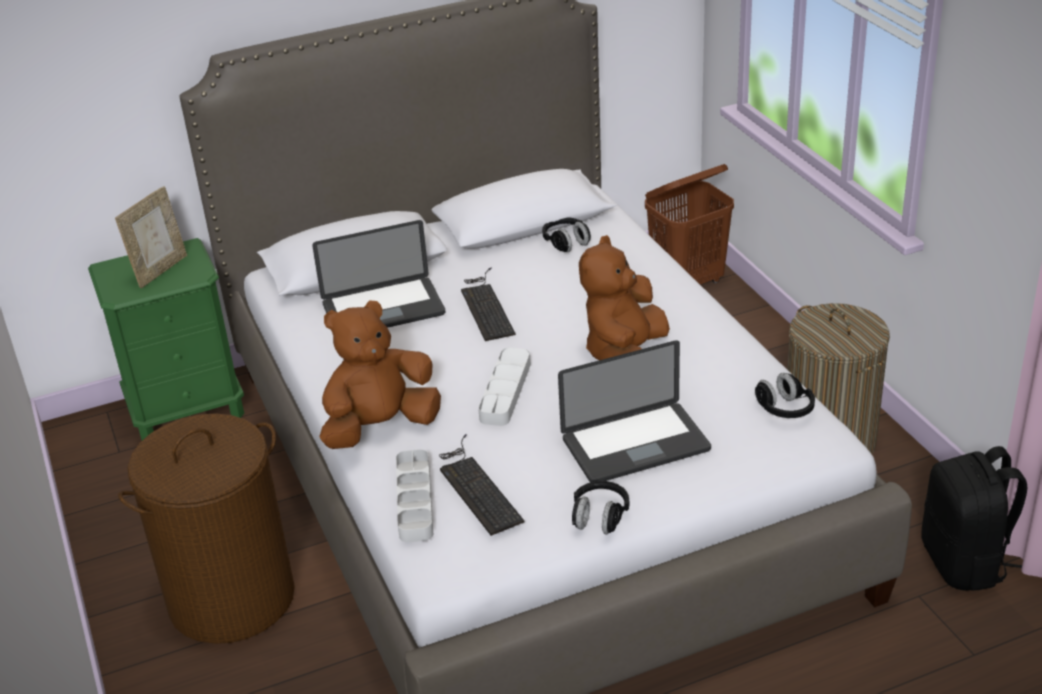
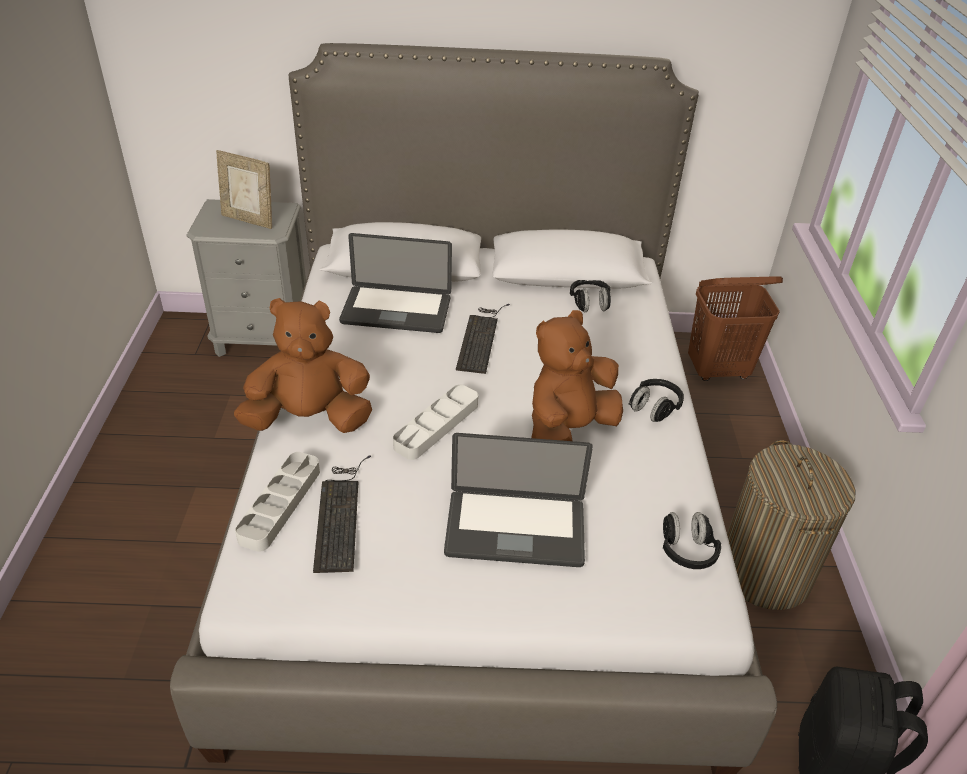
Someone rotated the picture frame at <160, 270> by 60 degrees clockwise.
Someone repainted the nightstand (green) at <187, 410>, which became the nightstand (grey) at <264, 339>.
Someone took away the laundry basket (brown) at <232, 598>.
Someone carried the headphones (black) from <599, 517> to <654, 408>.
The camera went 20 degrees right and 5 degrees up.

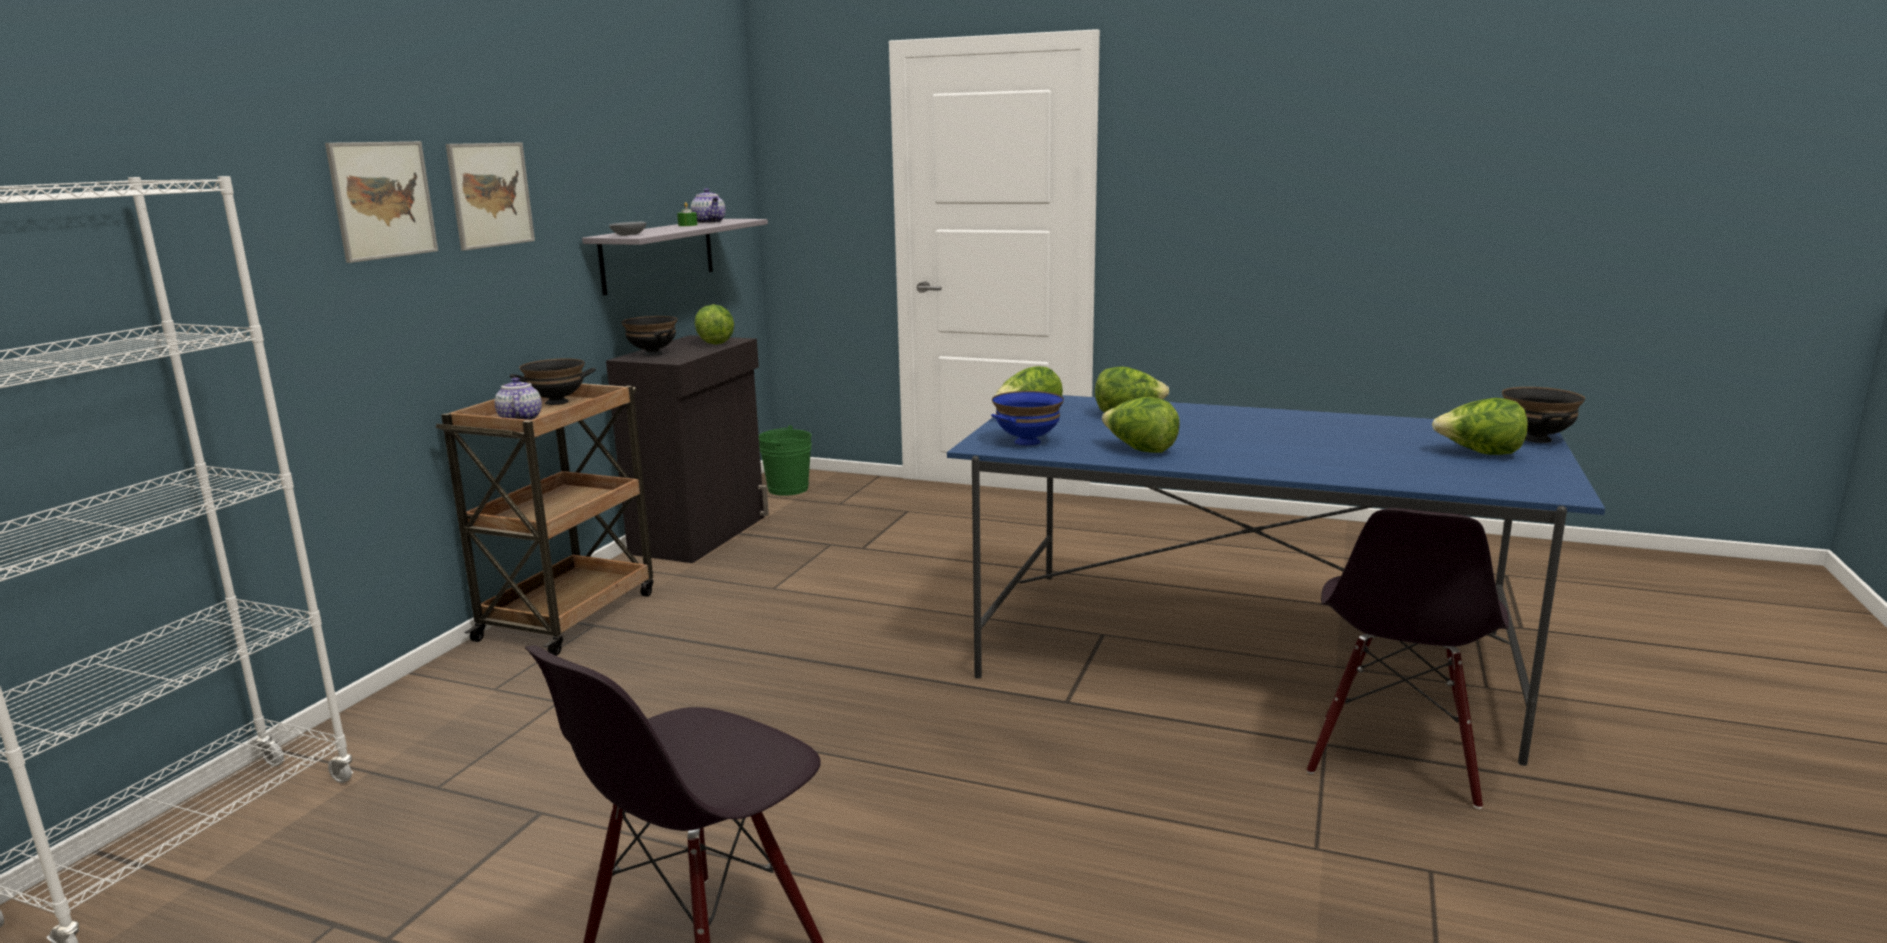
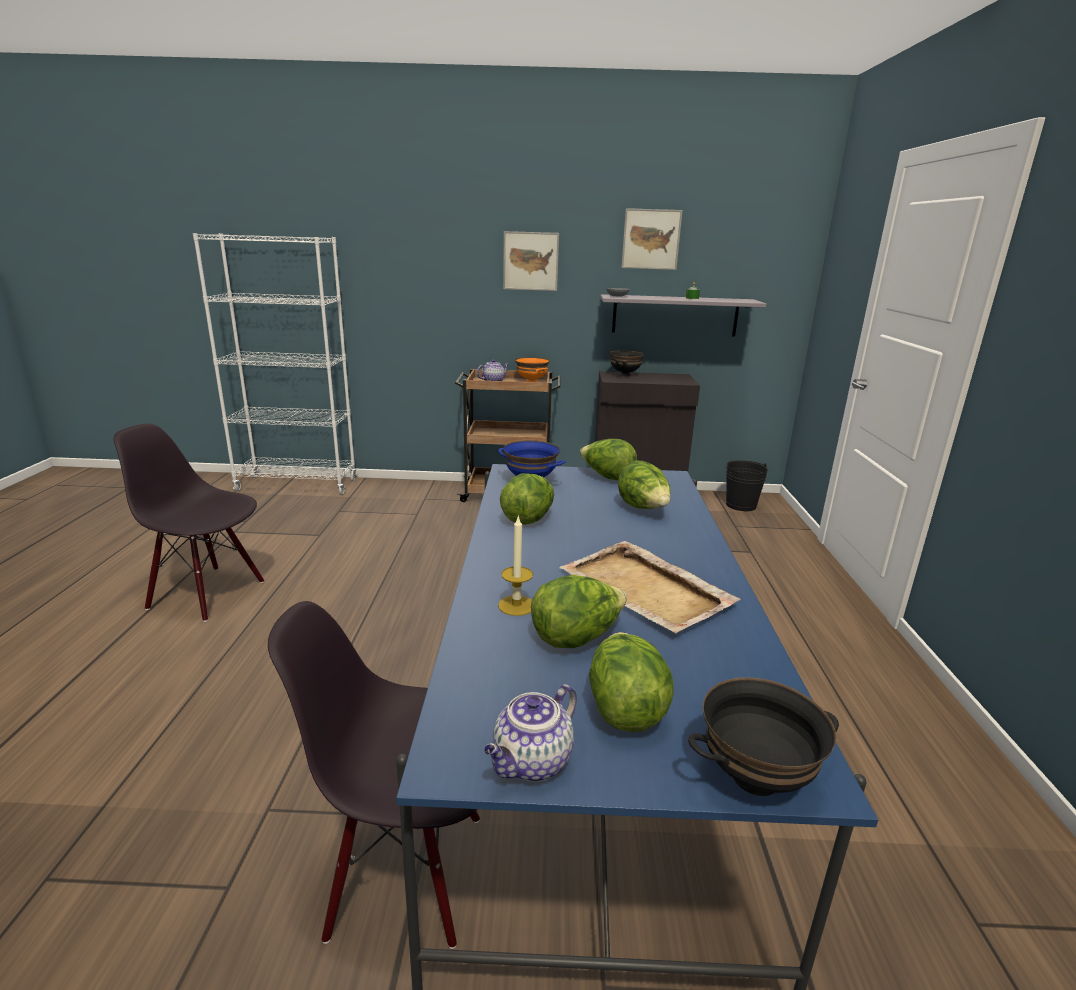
Someone carried the picture from <382, 200> to <651, 239>.
Someone carried the teapot from <710, 222> to <532, 763>.
Someone carried the lettuce from <715, 343> to <576, 637>.
Someone repainted the bowl (black) at <557, 402>, which became the bowl (orange) at <532, 381>.
Someone repainted the bucket (green) at <788, 489>, which became the bucket (black) at <741, 505>.
Someone put down the candle at <516, 605>.
Someone put down the tray (beige) at <646, 590>.
The camera went 70 degrees right and 5 degrees up.

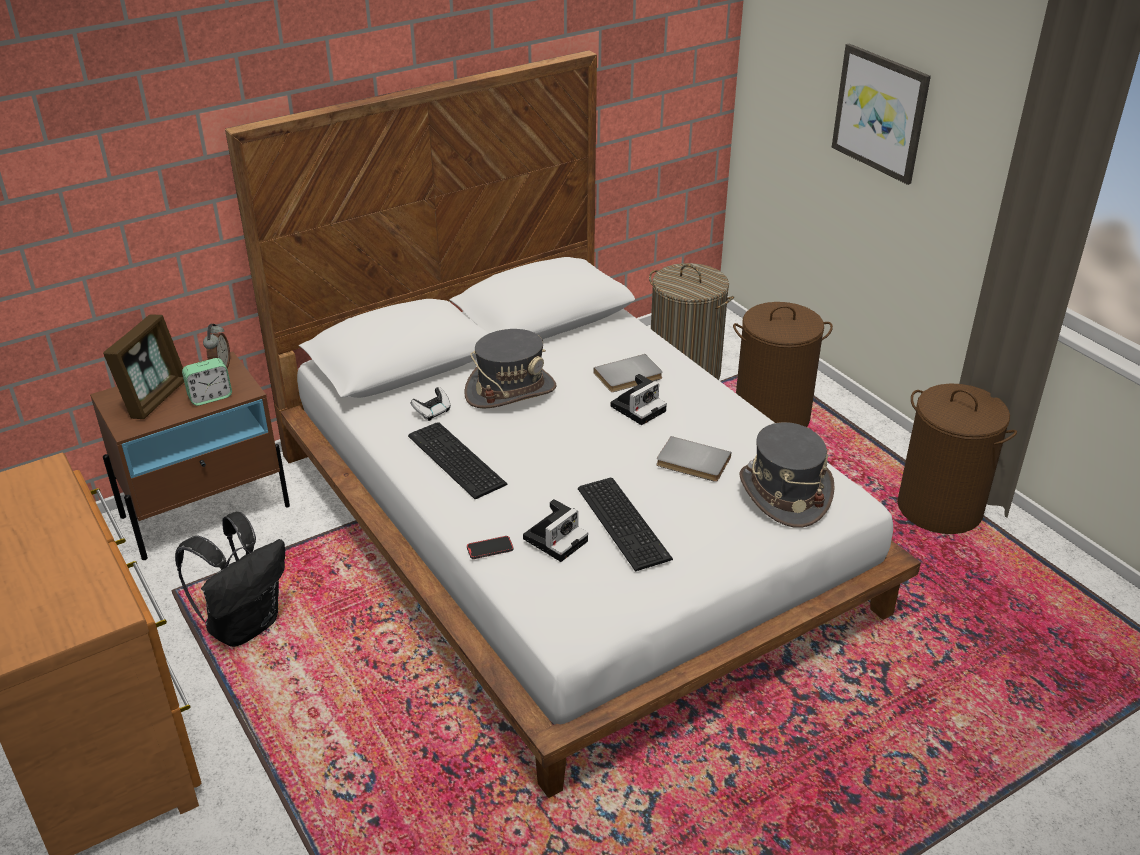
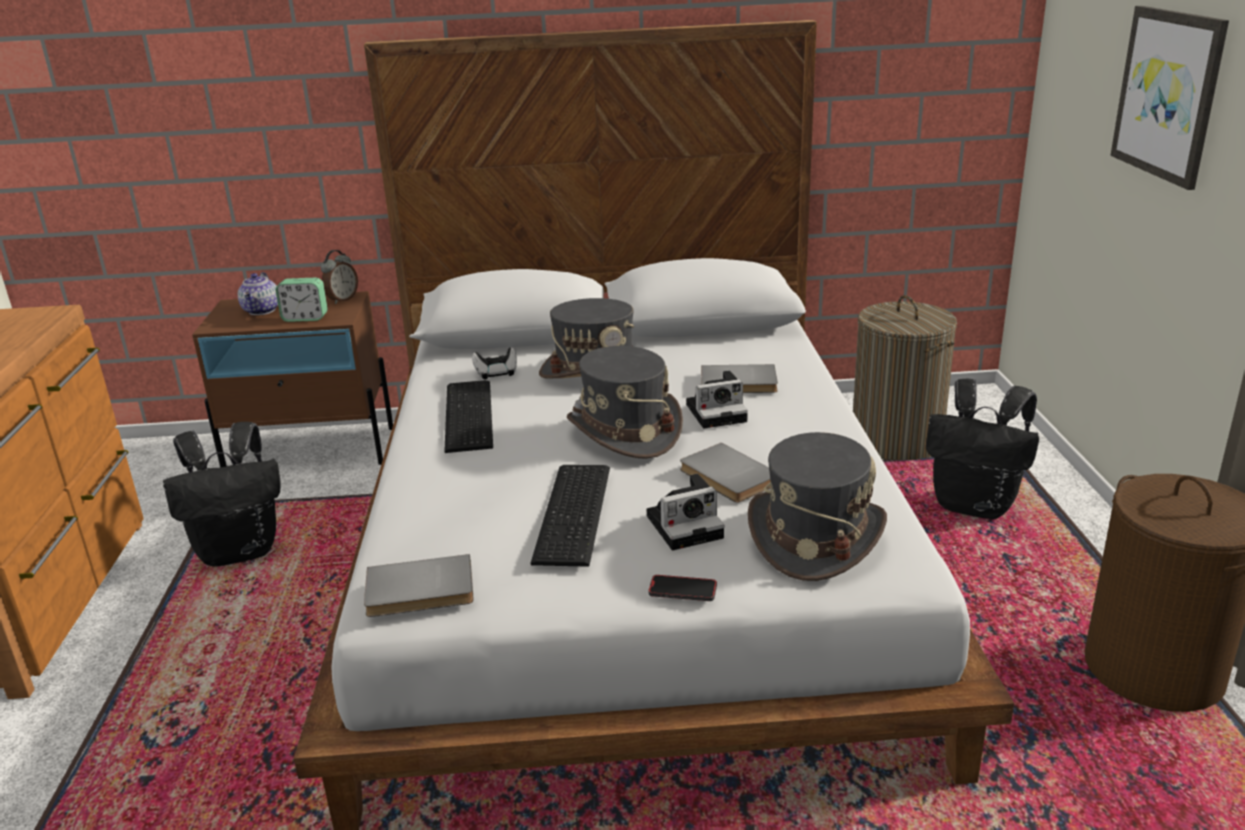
Someone swapped the laundry basket (brown) at <772, 416> for the backpack (black) at <975, 506>.
Someone swapped the picture frame at <155, 398> for the teapot at <262, 311>.
Someone carried the photo camera from <556, 538> to <687, 525>.
Someone carried the phone from <490, 549> to <682, 591>.
Someone put down the hat (grey) at <624, 431>.
Someone put down the book (grey) at <420, 592>.
The camera went 30 degrees right and 10 degrees down.

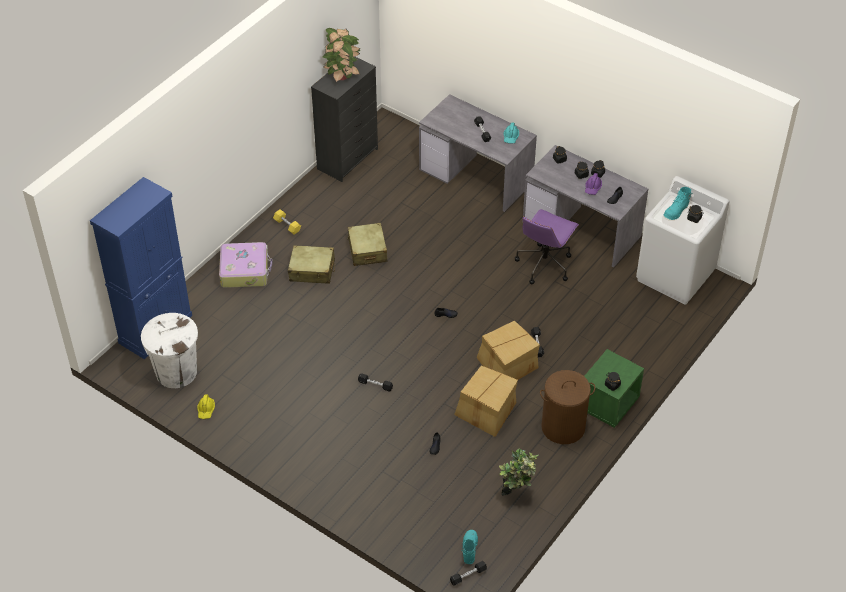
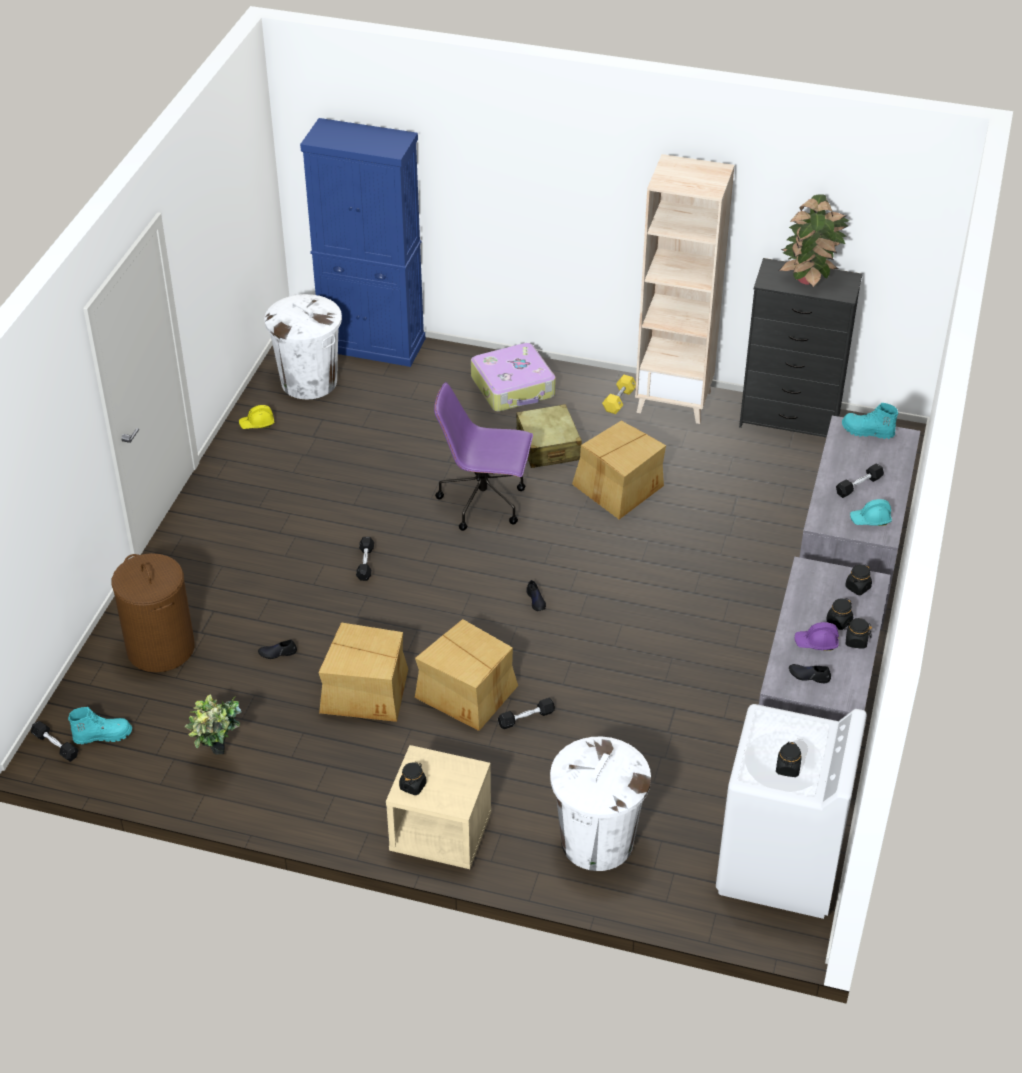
Someone carried the boot (turquoise) from <676, 211> to <867, 432>.
Someone carried the office chair (purple) from <544, 264> to <484, 502>.
Someone swapped the suitcase (beige) at <367, 250> for the cardboard box at <618, 488>.
Someone repainted the nightstand (green) at <608, 404>, which became the nightstand (beige) at <440, 835>.
Someone carried the laundry basket (brown) from <563, 427> to <160, 648>.
Someone put down the bookcase (beige) at <674, 401>.
Someone put down the trash can (white) at <596, 842>.
The camera went 70 degrees right and 5 degrees down.

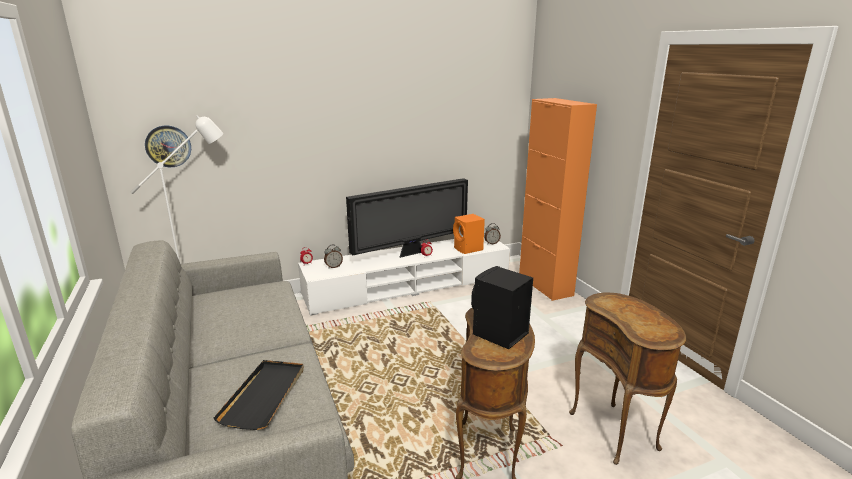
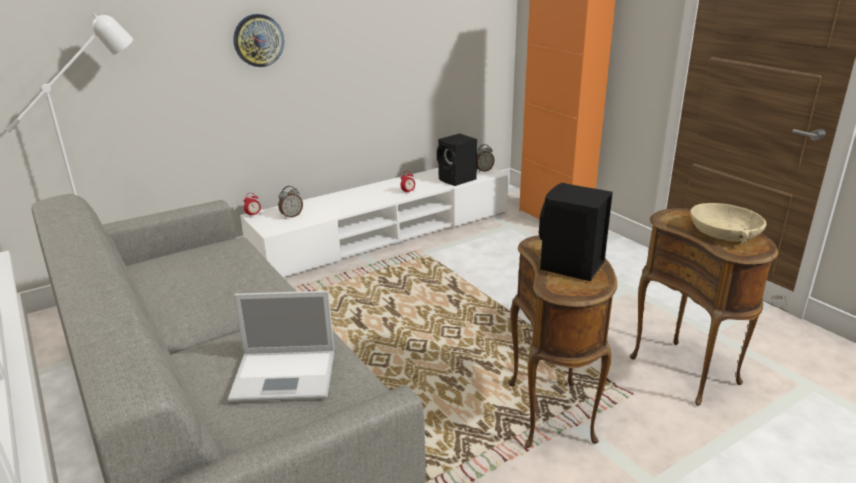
Someone carried the wall clock from <168, 146> to <258, 40>.
Someone took away the television at <411, 253>.
Someone repainted the speaker (orange) at <468, 249>, which became the speaker (black) at <457, 180>.
Someone swapped the tray (black) at <264, 395> for the laptop at <286, 375>.
Someone put down the bowl (beige) at <725, 232>.
The camera went 10 degrees left and 5 degrees up.

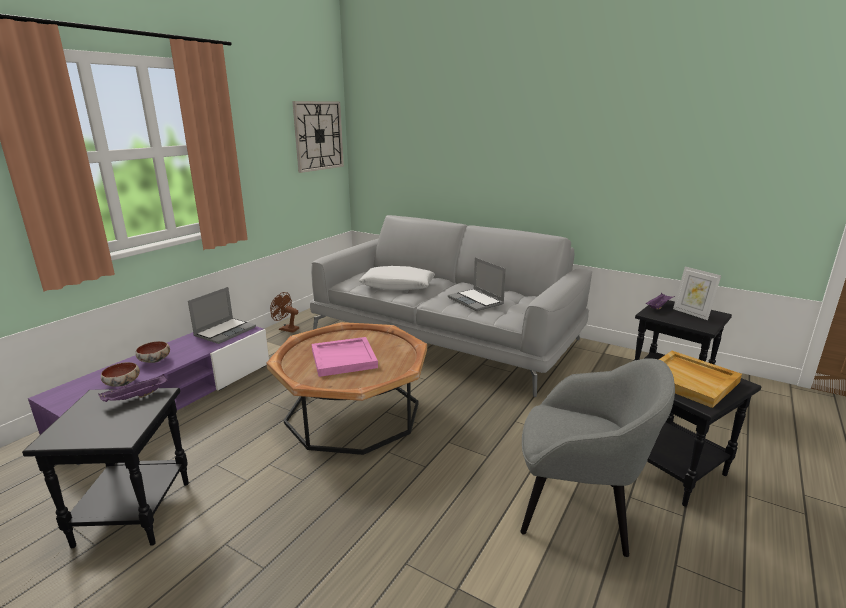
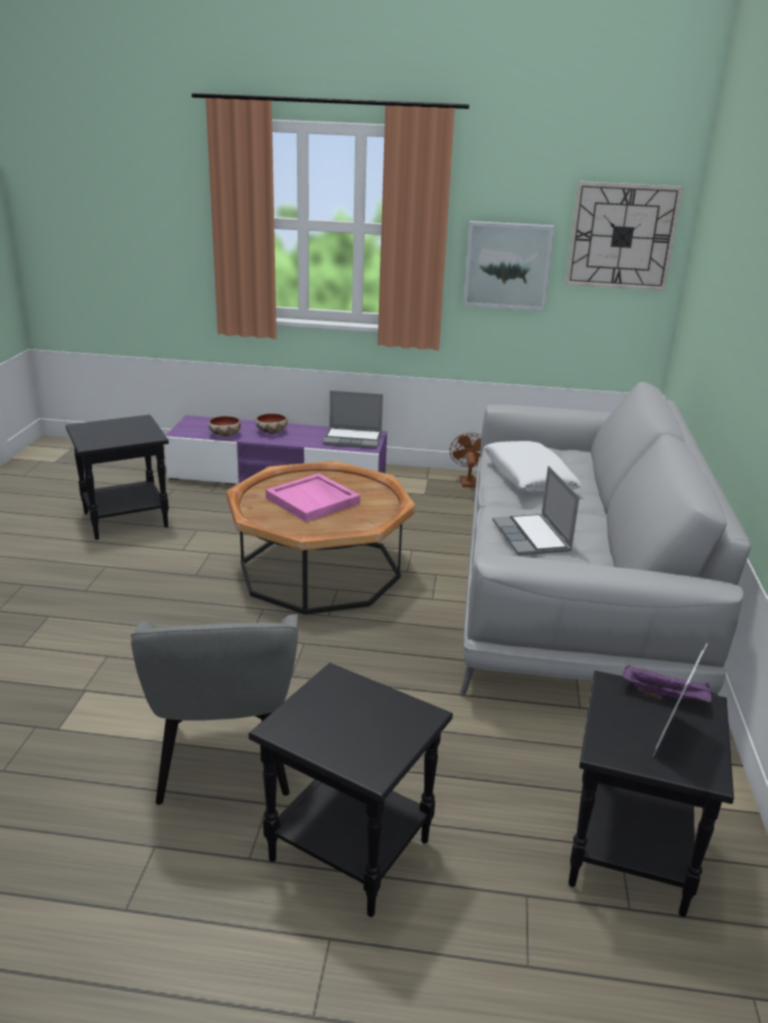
Someone rotated the laptop at <476, 301> by 45 degrees counterclockwise.
Someone took away the tray (beige) at <690, 381>.
Someone took away the tray (purple) at <135, 397>.
Someone put up the picture at <507, 265>.
The camera went 65 degrees right and 5 degrees up.

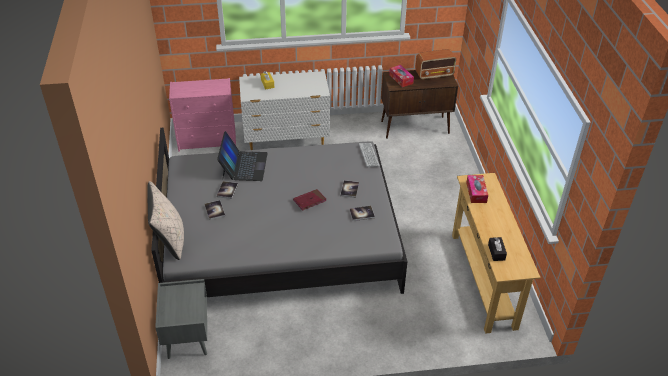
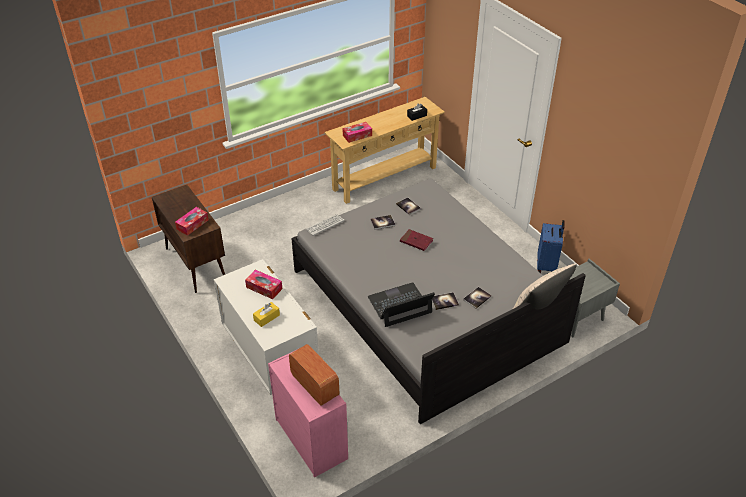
Someone carried the radio from <434, 74> to <314, 385>.
Someone put down the suitcase (blue) at <547, 266>.
Someone put down the tissue box at <264, 288>.
The camera went 115 degrees left and 0 degrees up.

